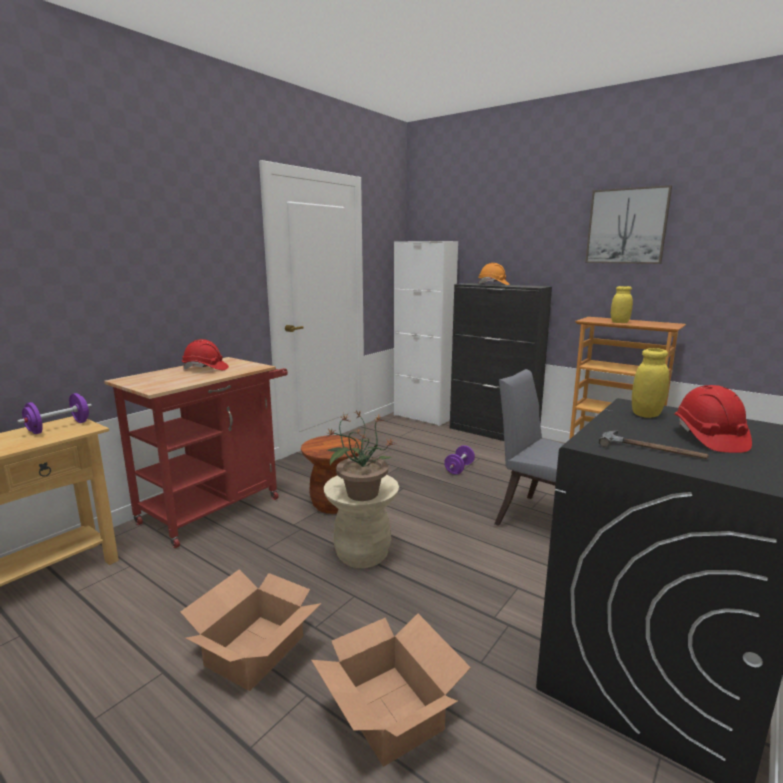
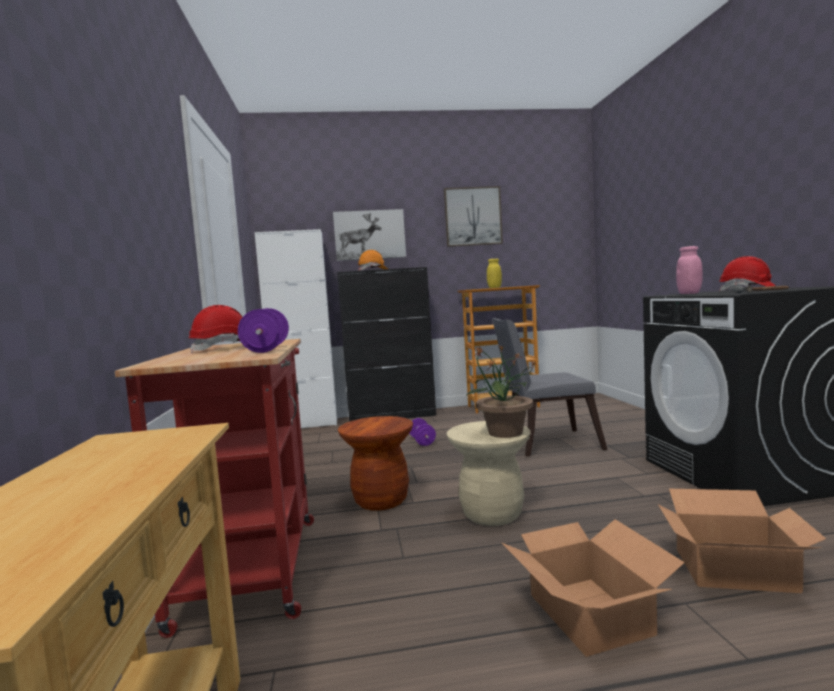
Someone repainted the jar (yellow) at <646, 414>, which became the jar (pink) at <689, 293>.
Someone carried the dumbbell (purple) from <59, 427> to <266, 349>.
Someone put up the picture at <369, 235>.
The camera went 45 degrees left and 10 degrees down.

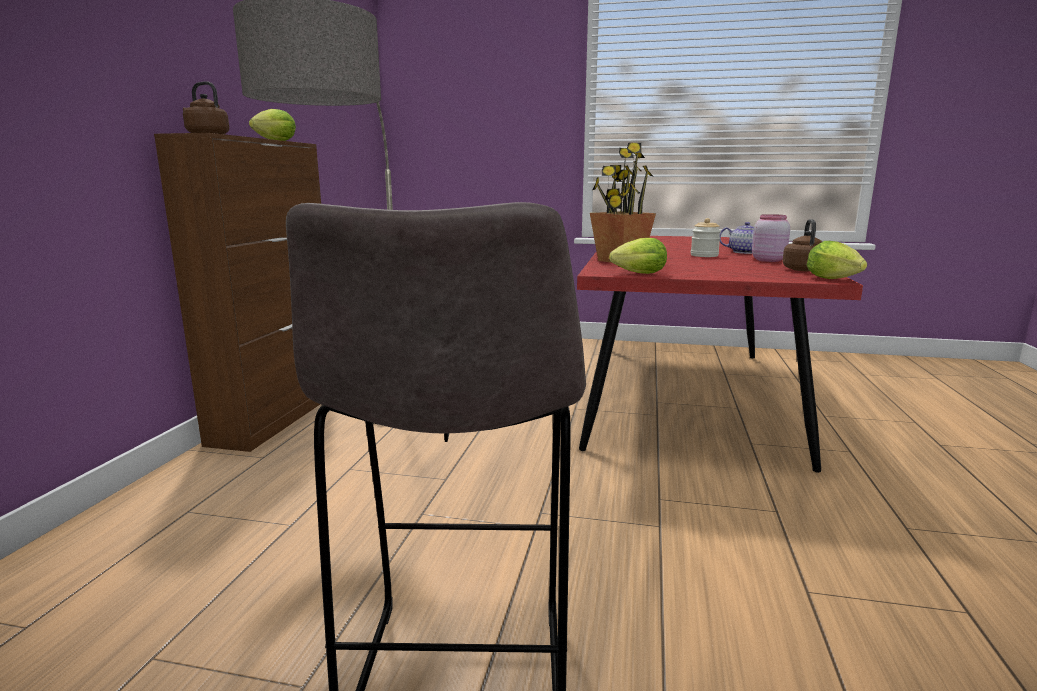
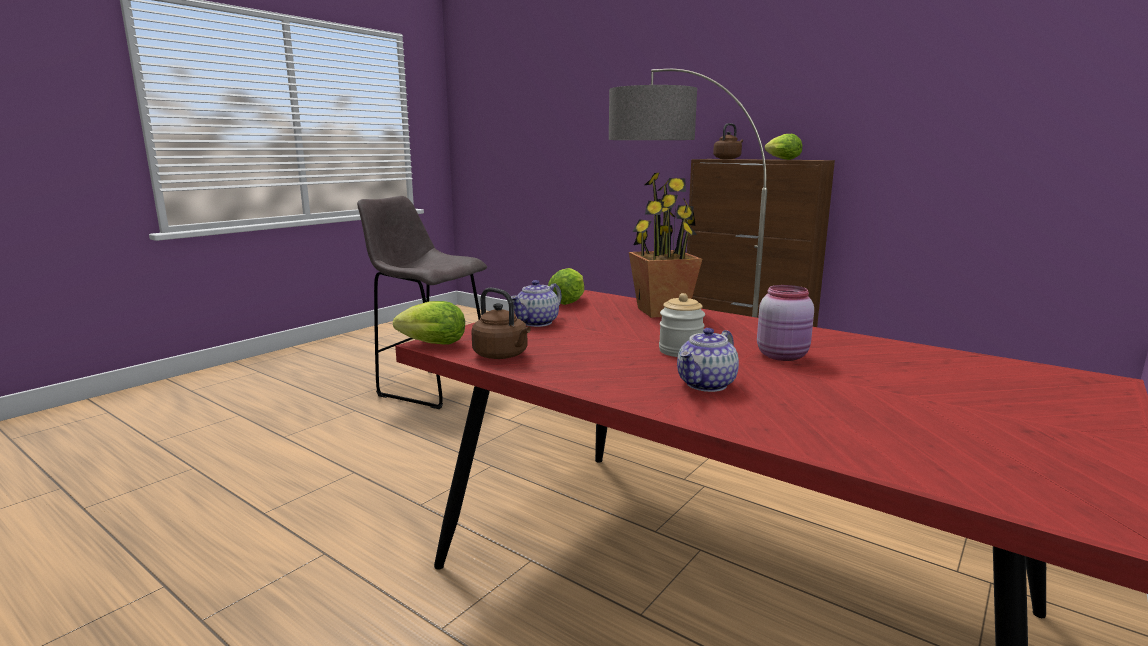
Someone carried the jar (pink) from <767, 260> to <783, 356>.
Someone put down the teapot at <537, 323>.
The camera went 115 degrees right and 0 degrees up.

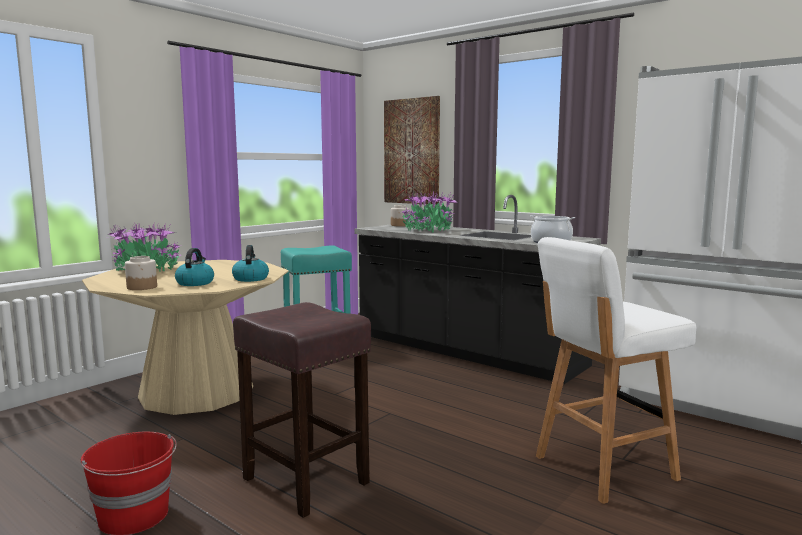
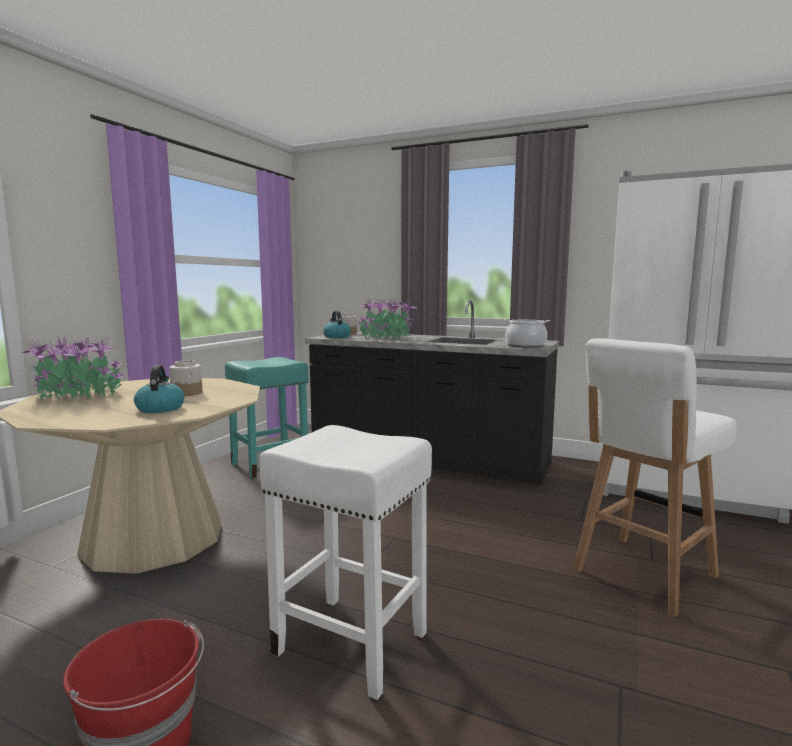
Someone took away the picture at <412, 151>.
Someone carried the kettle from <250, 278> to <336, 337>.
Someone carried the jar from <142, 287> to <187, 393>.
Someone repainted the stool (brown) at <307, 481>, which became the stool (white) at <353, 643>.
The camera went 15 degrees left and 0 degrees up.

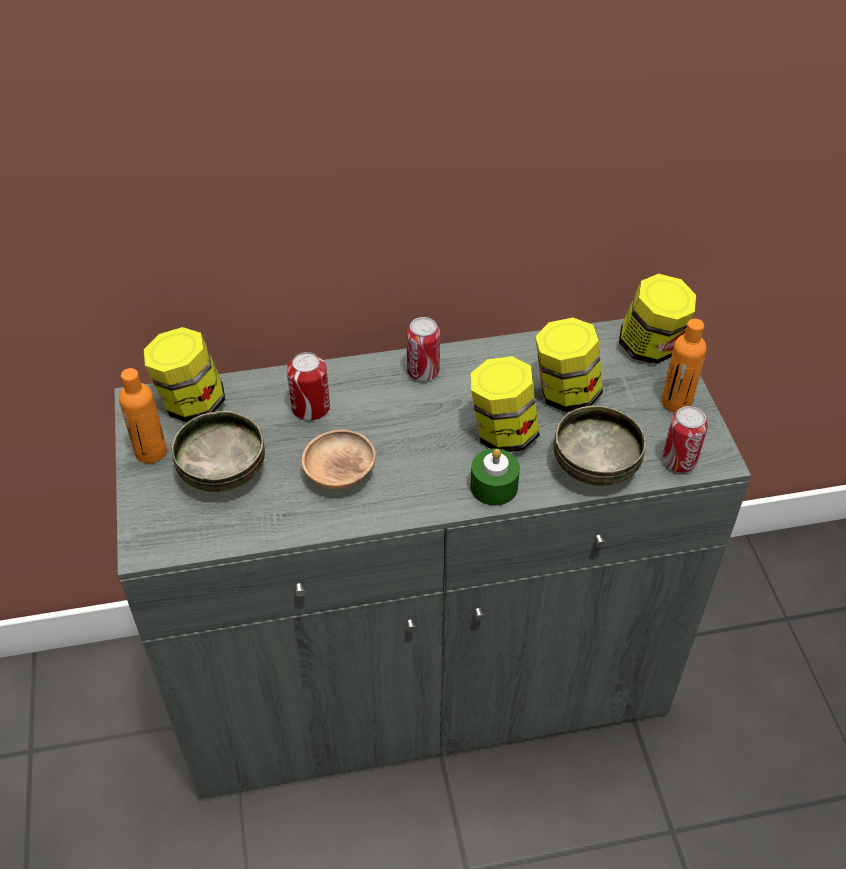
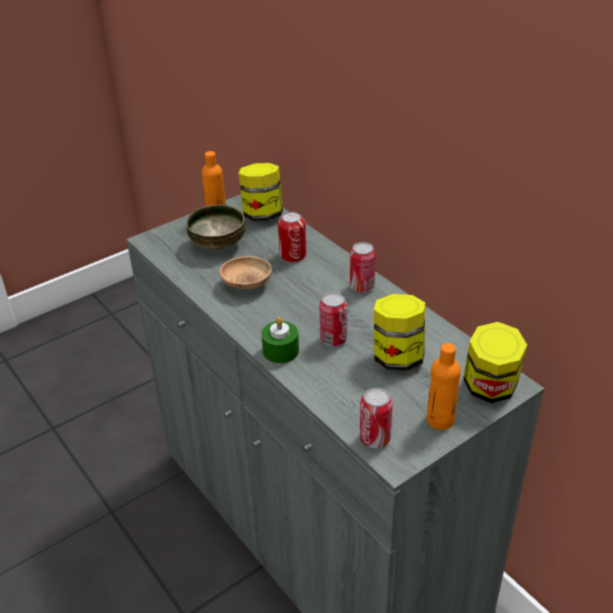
Someone swapped the jar at <503, 433> for the can at <333, 339>.
Someone took away the bowl at <593, 467>.
The camera went 65 degrees right and 10 degrees down.

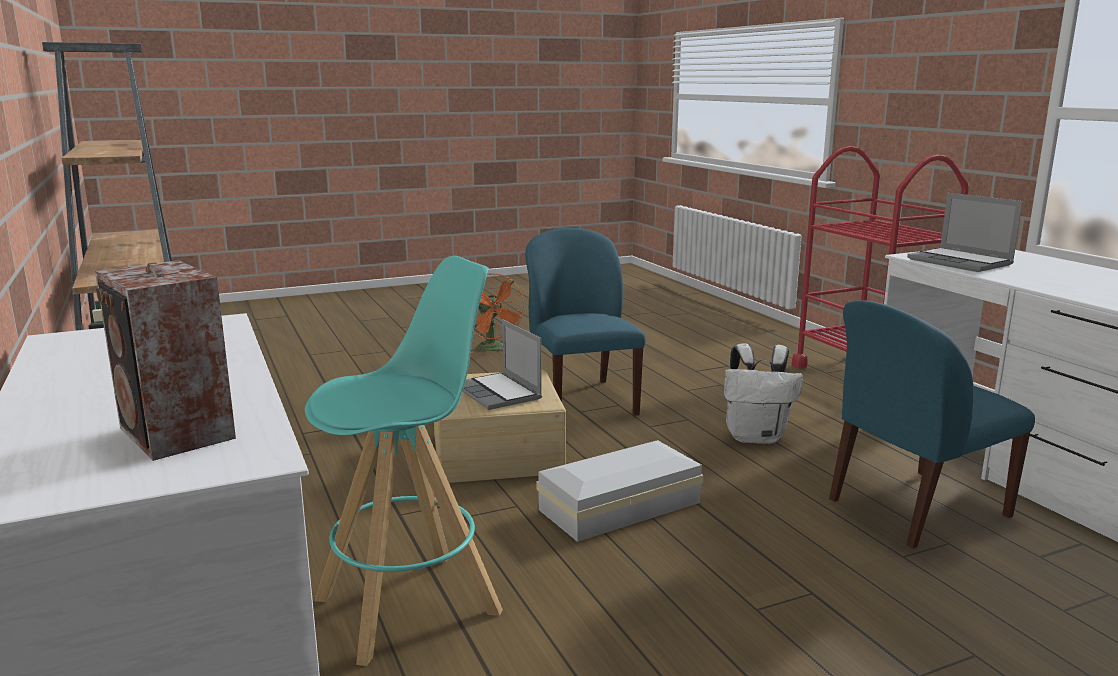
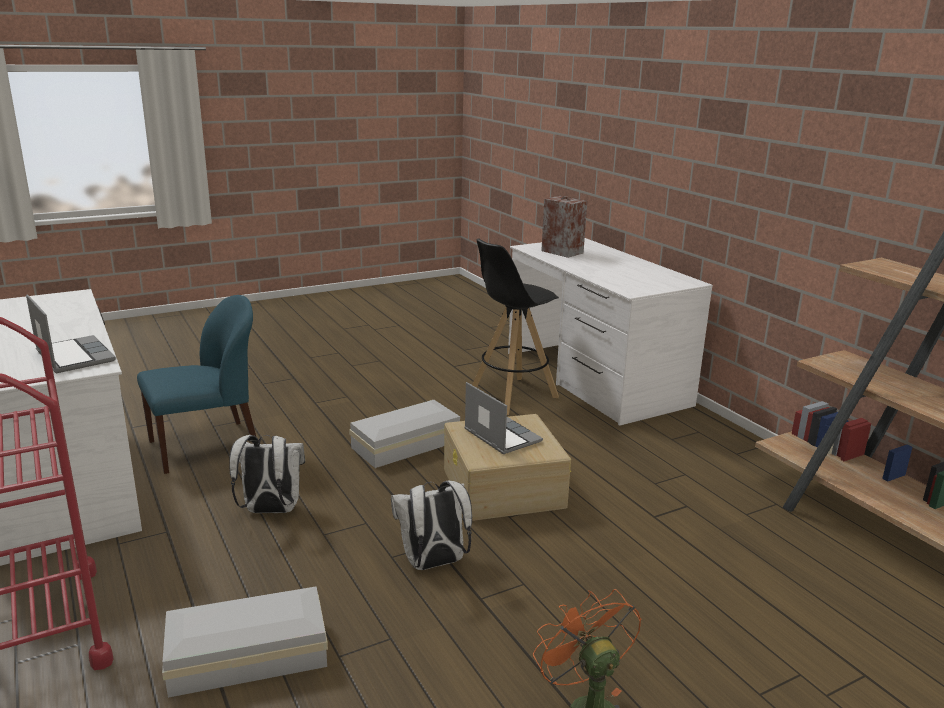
Someone swapped the chair (blue) at <581, 400> for the backpack (white) at <433, 564>.
Someone repainted the stool (turquoise) at <410, 605>, which became the stool (black) at <512, 395>.
Someone put down the storage box (white) at <245, 654>.
The camera went 175 degrees right and 5 degrees up.

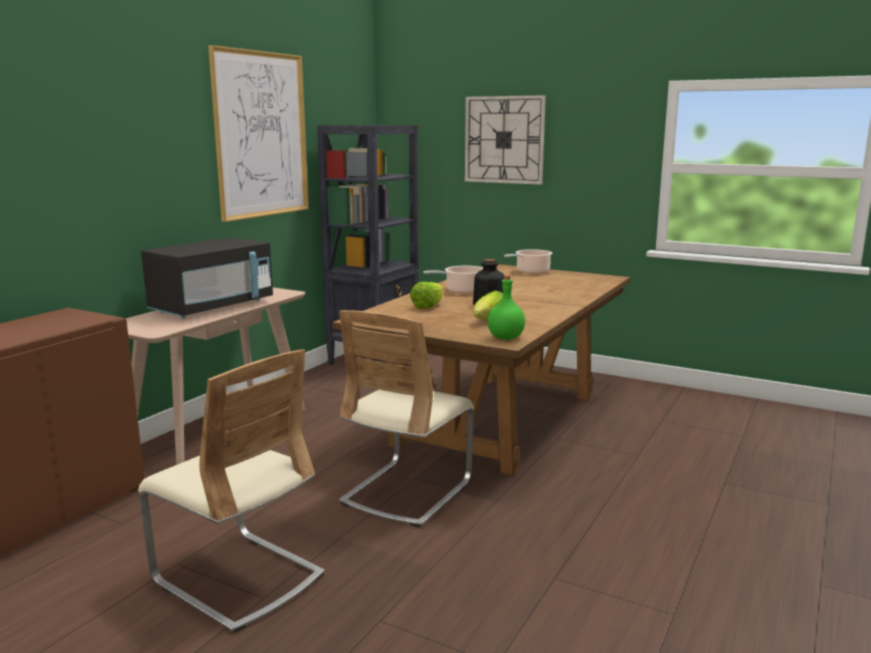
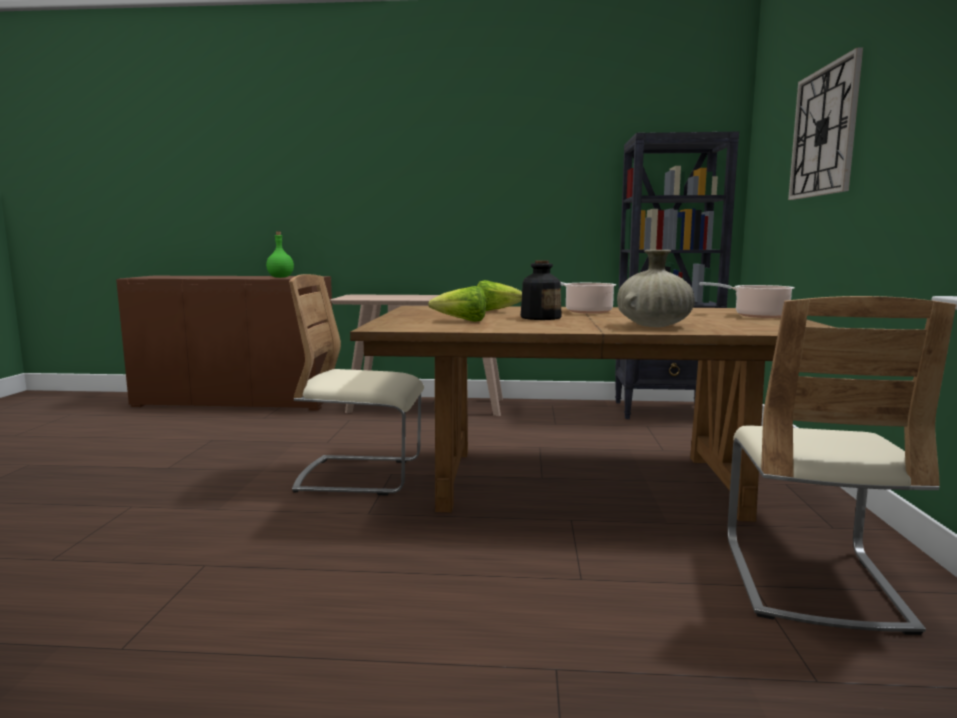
Someone took away the picture at <261, 135>.
Someone took away the microwave (black) at <213, 307>.
Someone carried the bottle (green) from <505, 337> to <281, 277>.
Someone carried the chair (beige) from <238, 578> to <811, 581>.
Someone put down the vase (beige) at <653, 326>.
The camera went 65 degrees right and 5 degrees down.

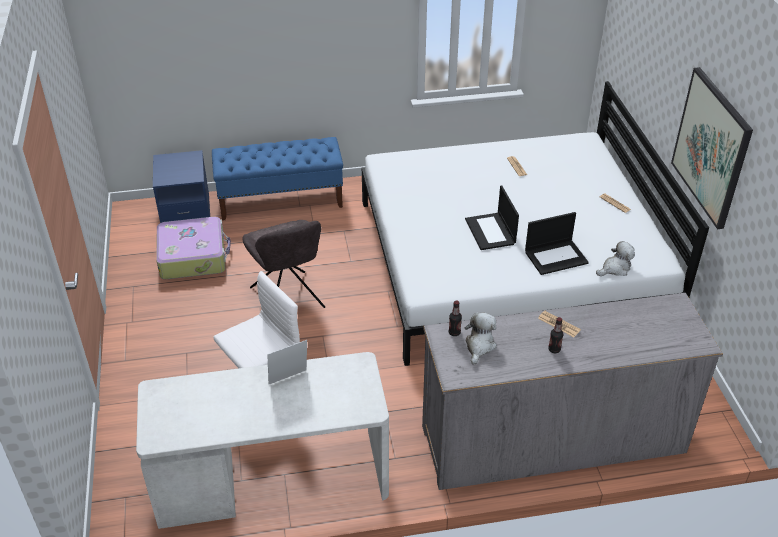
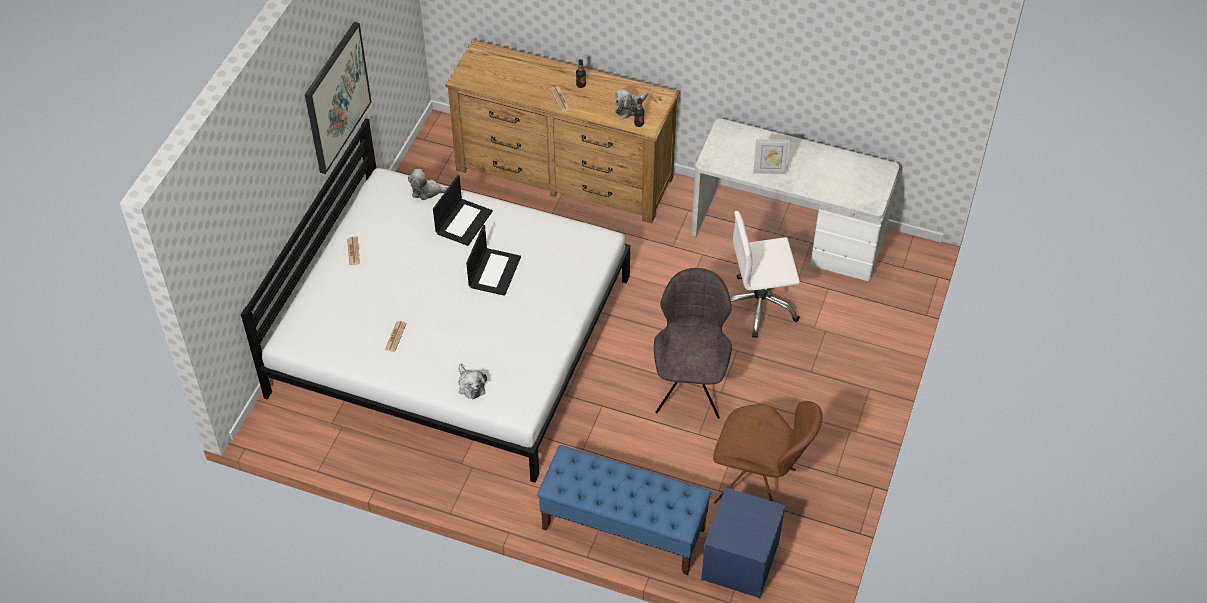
Someone rotated the laptop at <556, 257> by 105 degrees clockwise.
Someone swapped the suitcase at <193, 256> for the chair (brown) at <758, 488>.
Someone repainted the dresser (grey) at <552, 439>, which became the dresser (brown) at <564, 174>.
Someone put down the plush toy at <470, 386>.
The camera went 150 degrees left and 10 degrees up.

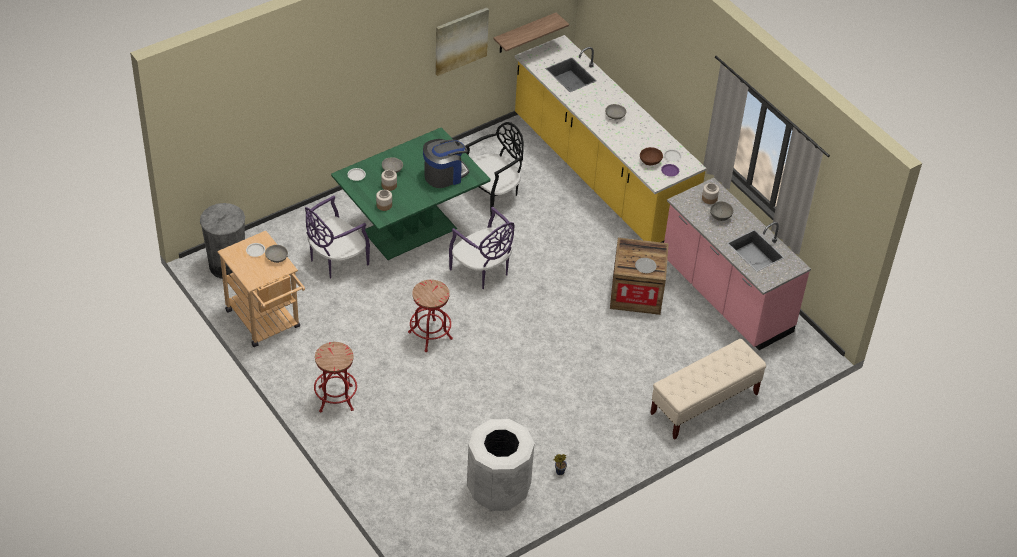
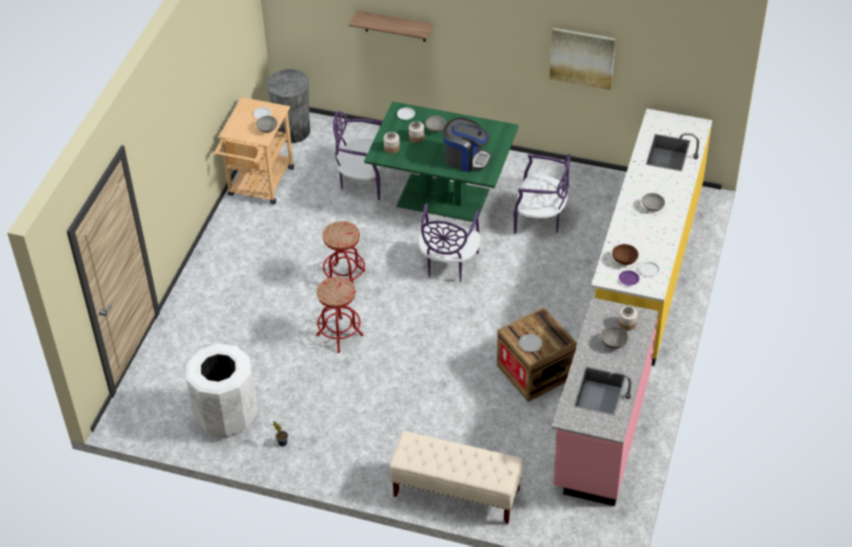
Someone carried the shelf from <524, 33> to <395, 26>.
Someone repainted the chair (black) at <493, 194>, which became the chair (purple) at <540, 219>.
Someone carried the stool (red) from <336, 398> to <339, 335>.
The camera went 55 degrees right and 0 degrees up.

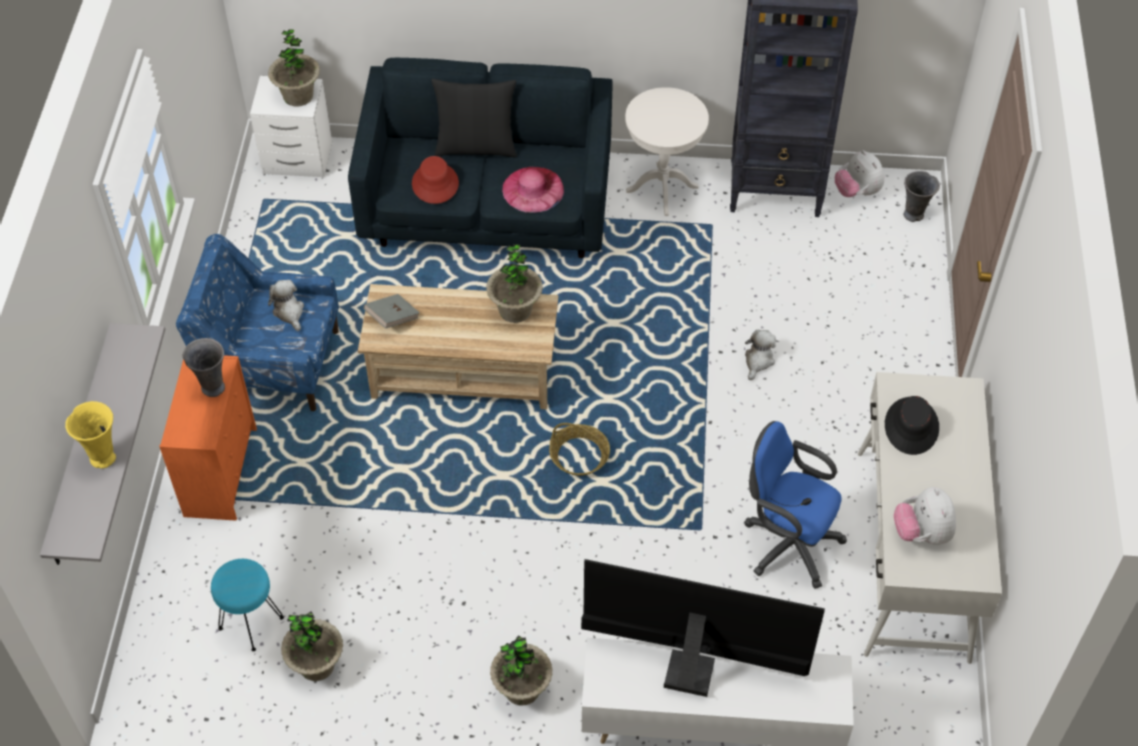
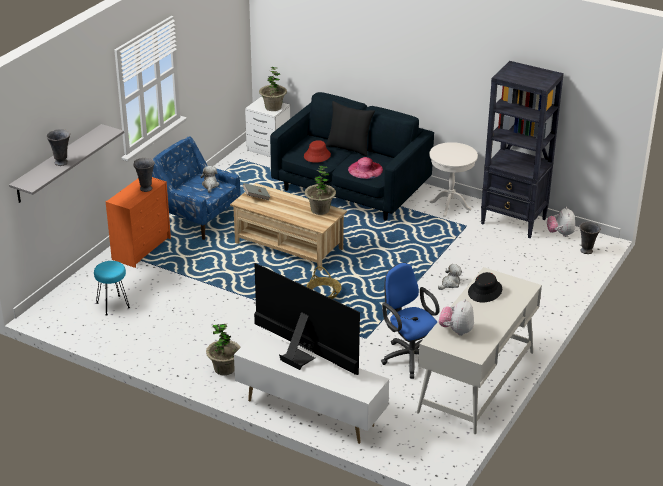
Someone repainted the vase (yellow) at <103, 456>, which became the vase (grey) at <61, 162>.
Someone took away the potted plant at <316, 665>.
The camera went 25 degrees right and 20 degrees down.

